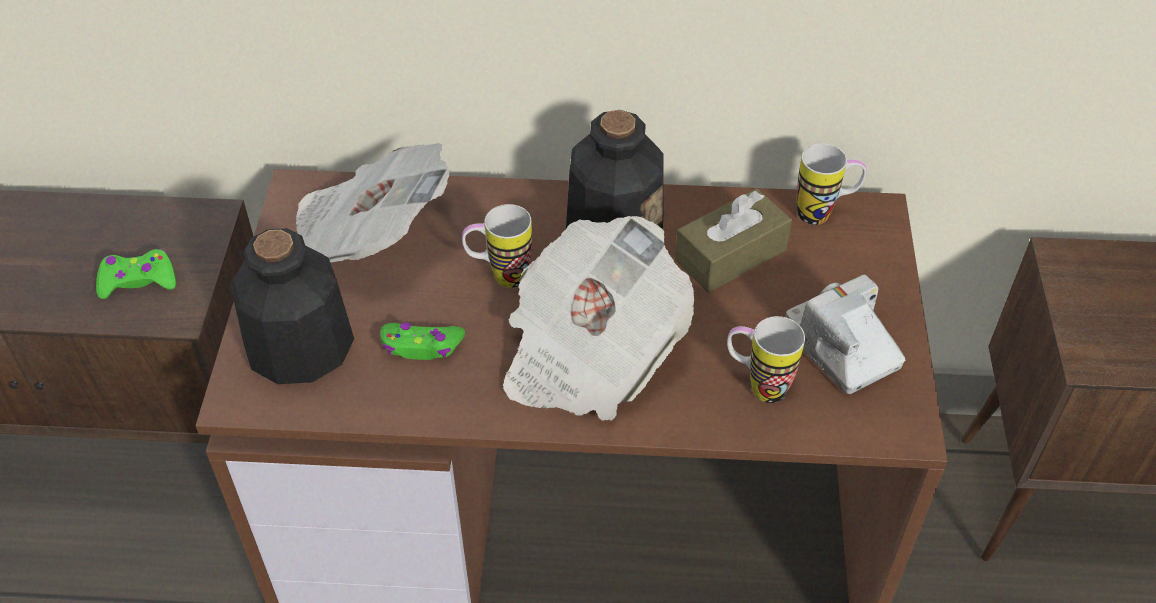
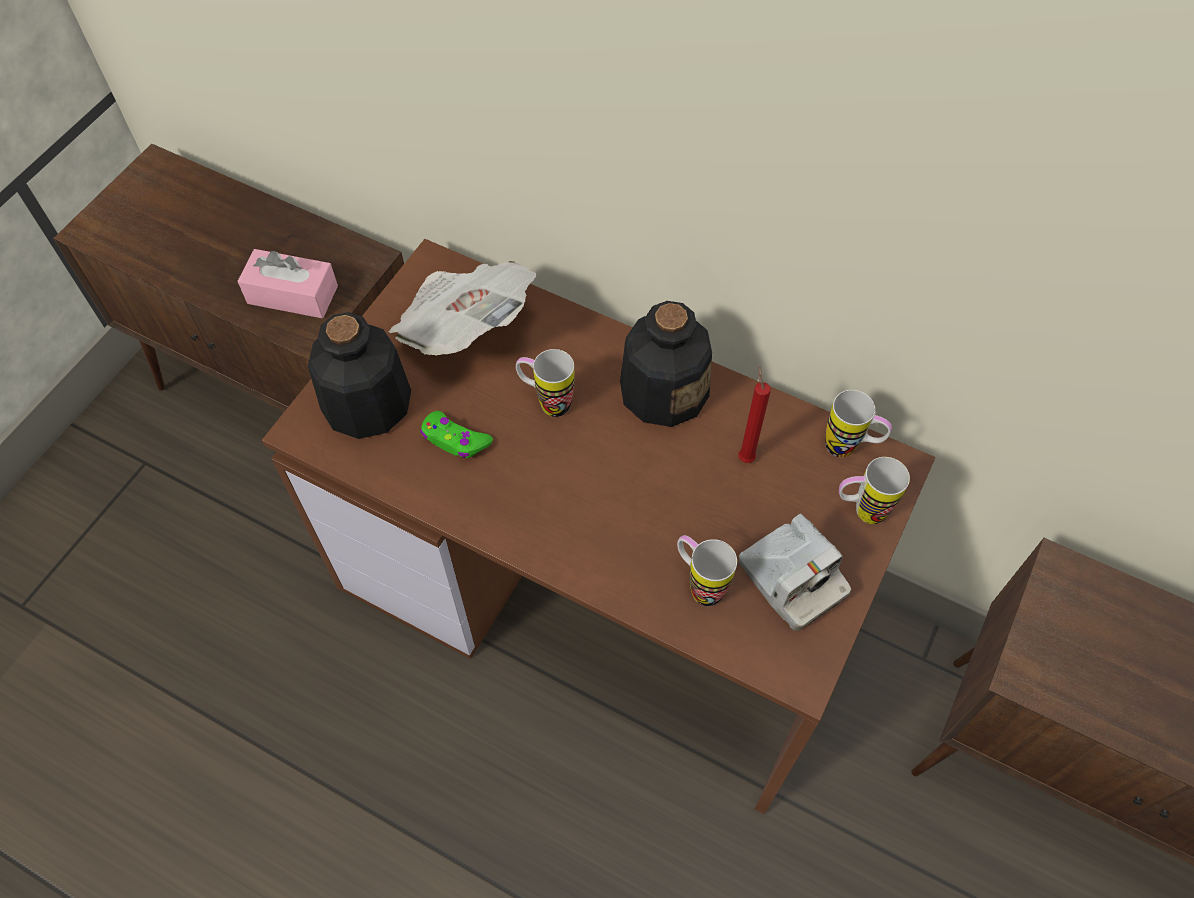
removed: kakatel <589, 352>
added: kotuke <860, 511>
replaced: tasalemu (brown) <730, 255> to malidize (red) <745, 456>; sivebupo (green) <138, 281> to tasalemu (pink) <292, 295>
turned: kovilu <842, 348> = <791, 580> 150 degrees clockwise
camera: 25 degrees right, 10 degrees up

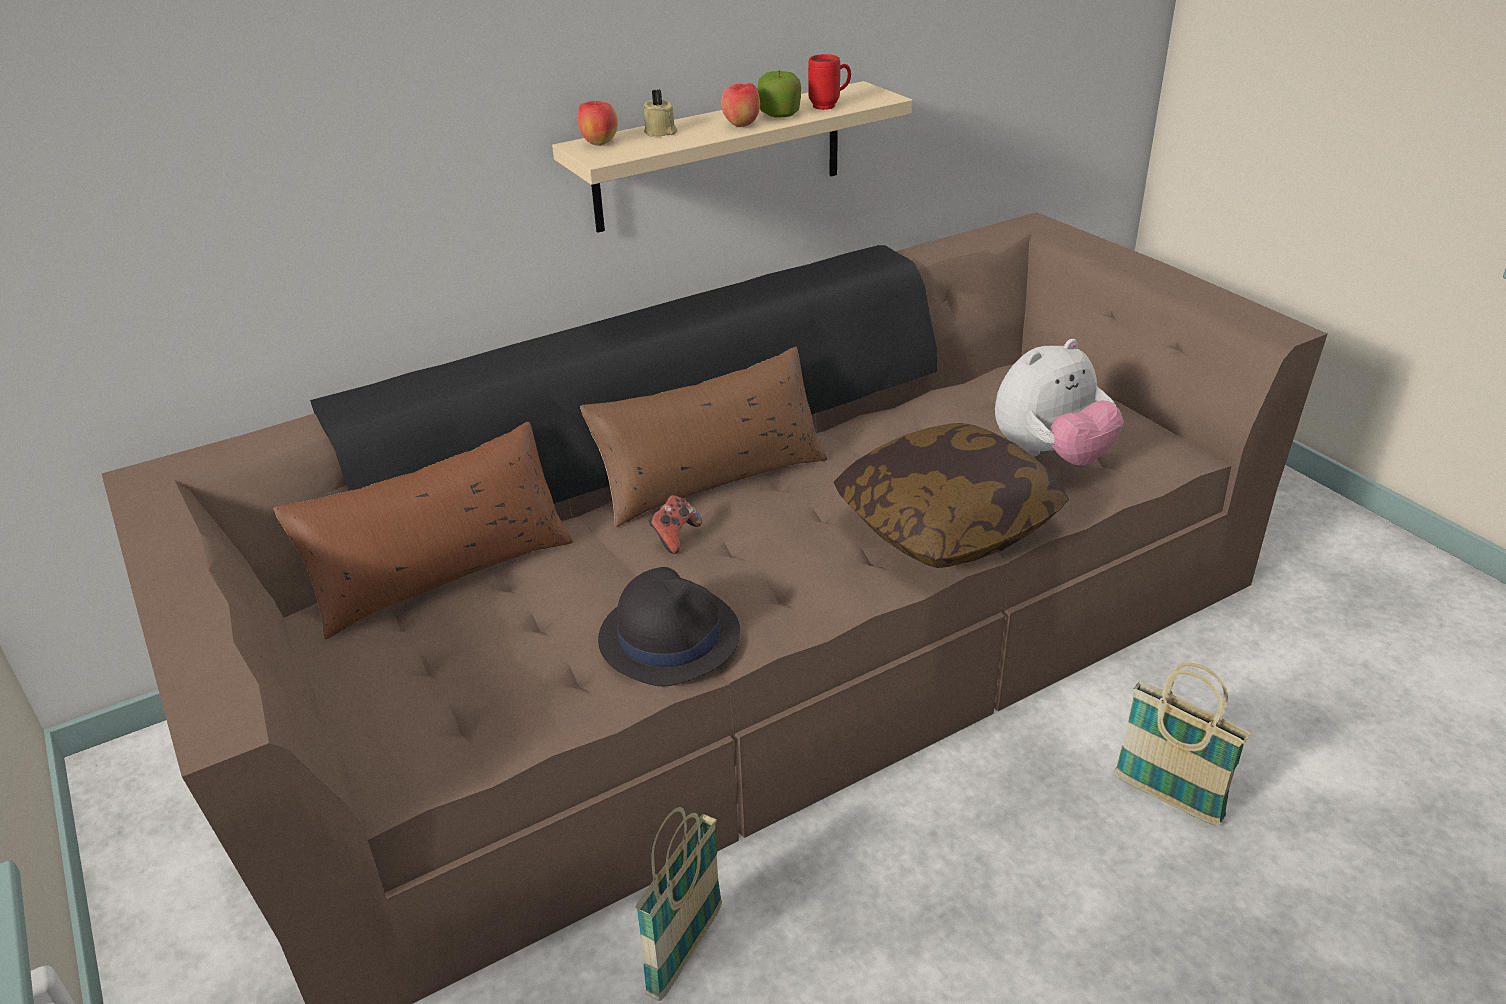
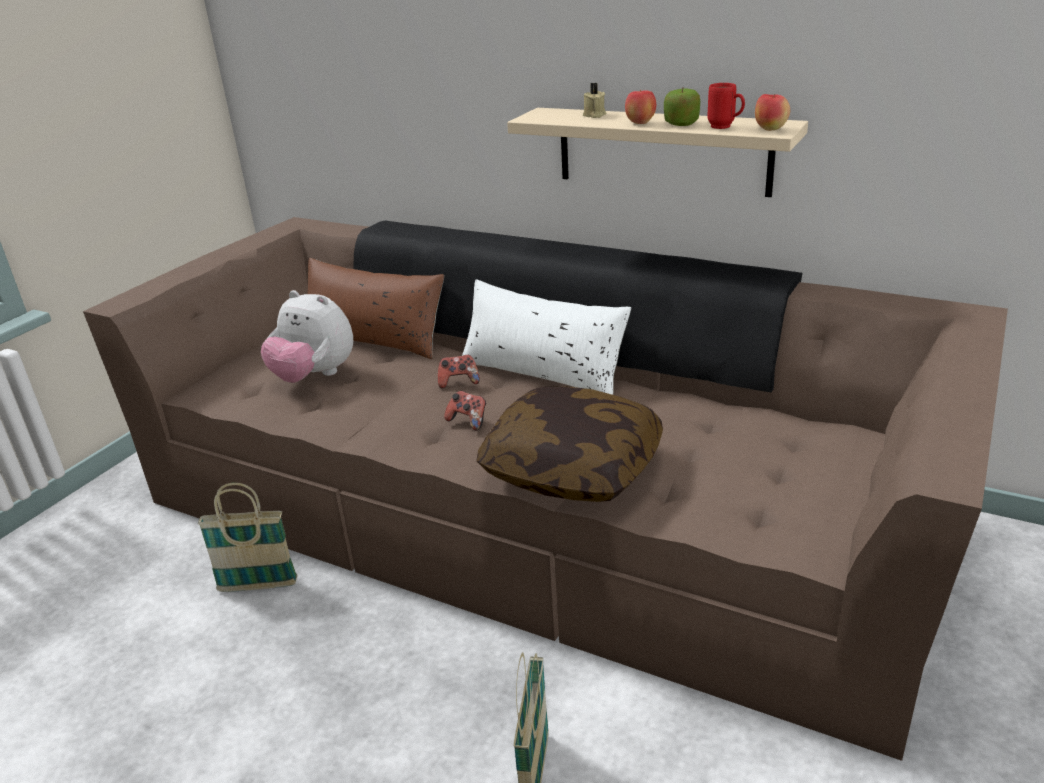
removed: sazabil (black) <669, 636>
added: sivebupo <468, 421>
moved: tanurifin <599, 143> to <770, 129>; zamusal <1051, 456> to <314, 376>
recoloured: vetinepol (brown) <711, 478> to vetinepol (white) <542, 372>
camera: 60 degrees right, 5 degrees down

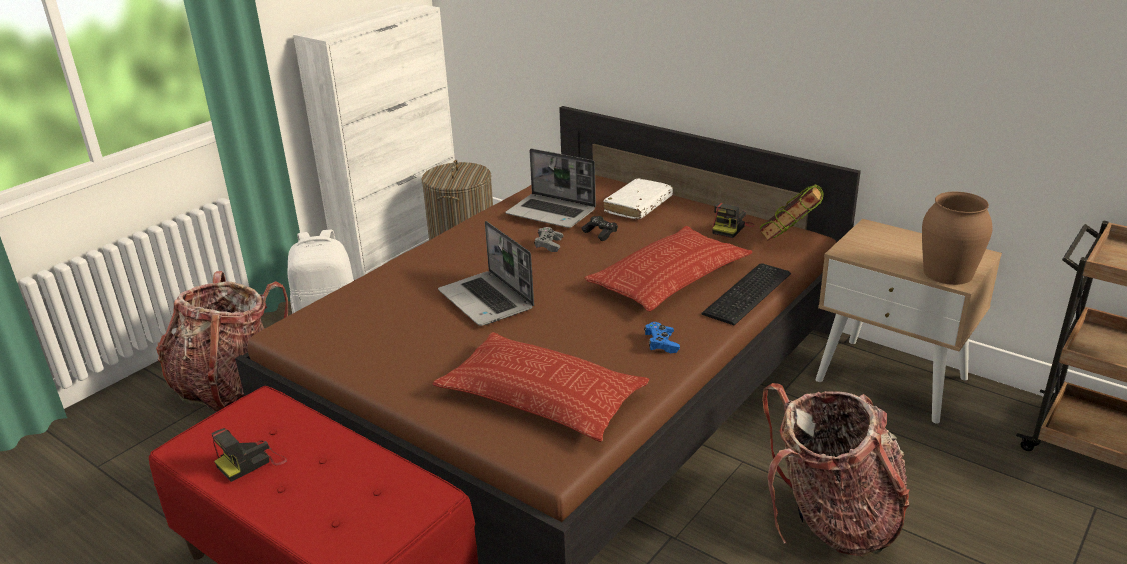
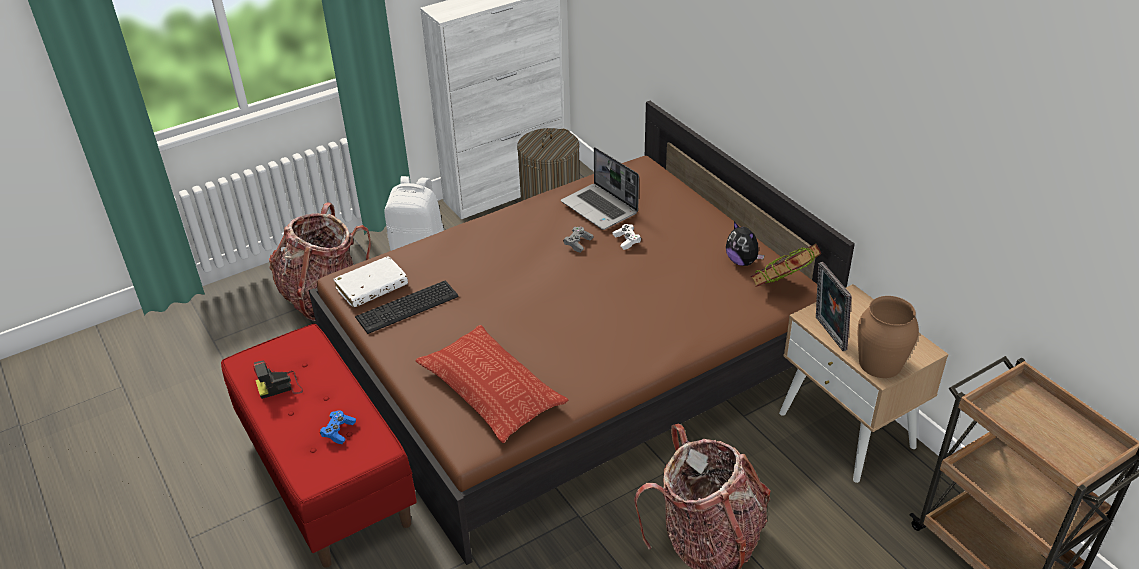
removed: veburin <487, 300>; vetinepol <669, 277>
added: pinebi <827, 334>
moved: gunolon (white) <638, 206> to <372, 288>; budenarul <750, 293> to <409, 307>; sivebupo (blue) <661, 344> to <338, 431>
replaced: kovilu <731, 228> to zamusal <742, 261>
recoloured: sivebupo (black) <600, 233> to sivebupo (white) <626, 241>
camera: 20 degrees right, 10 degrees up

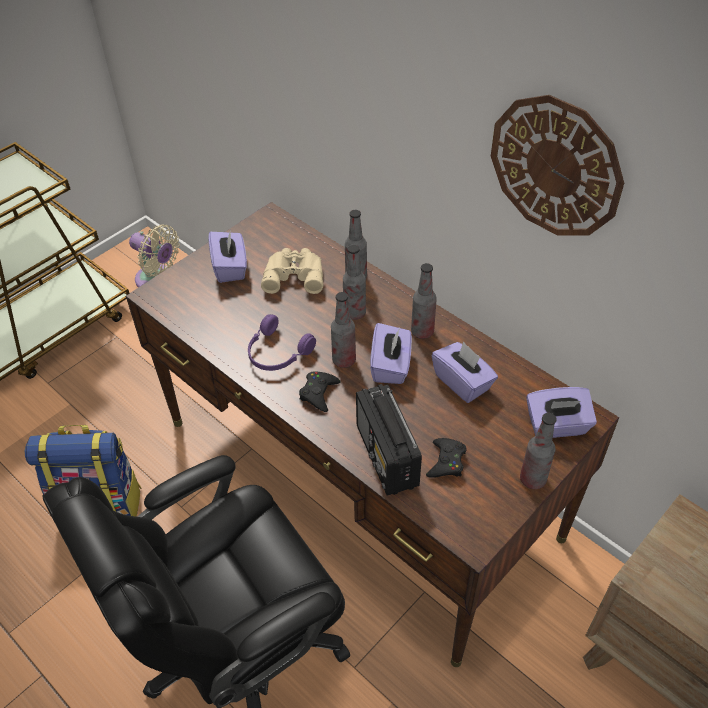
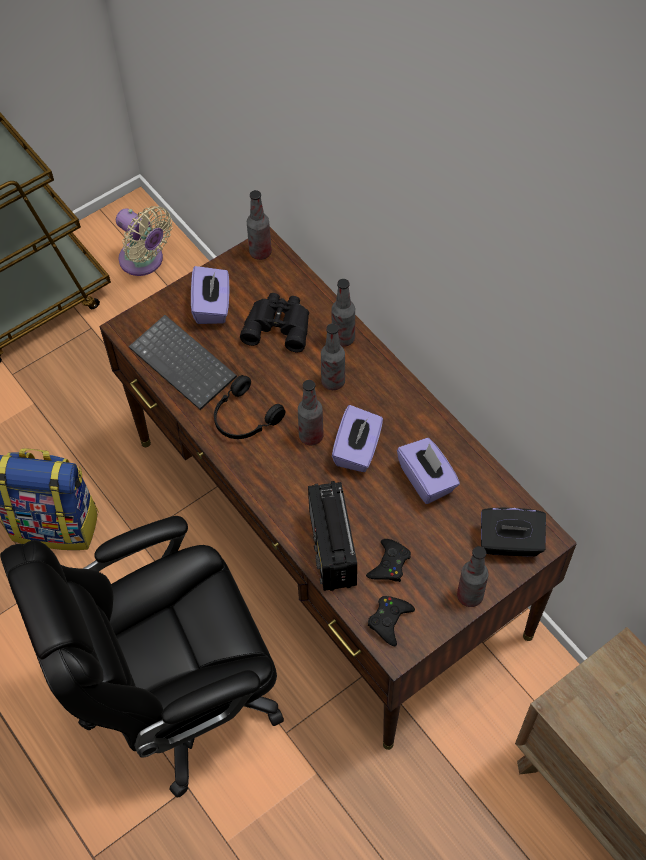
removed: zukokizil <555, 167>
added: budenarul <185, 363>
moved: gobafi <422, 332> to <260, 252>; sivebupo (black) <318, 393> to <389, 620>
recoloured: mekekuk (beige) <294, 274> to mekekuk (black) <278, 324>; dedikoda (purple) <277, 353> to dedikoda (black) <244, 418>; tasalemu (purple) <557, 426> to tasalemu (black) <510, 543>
camera: 10 degrees right, 10 degrees up

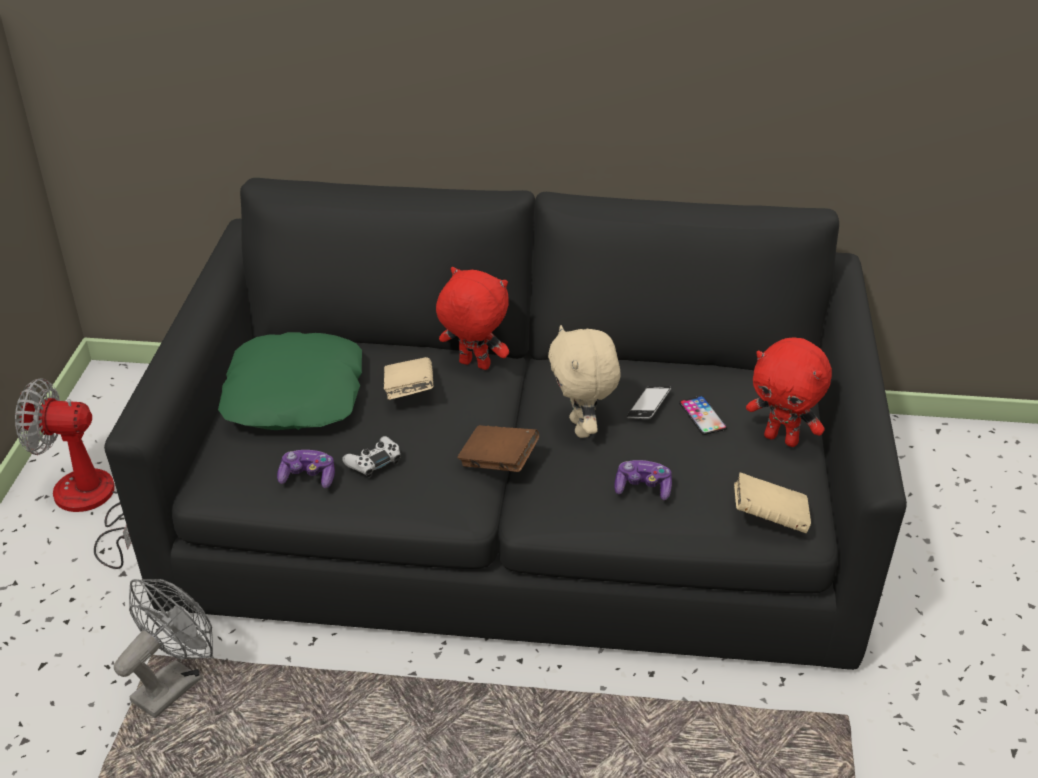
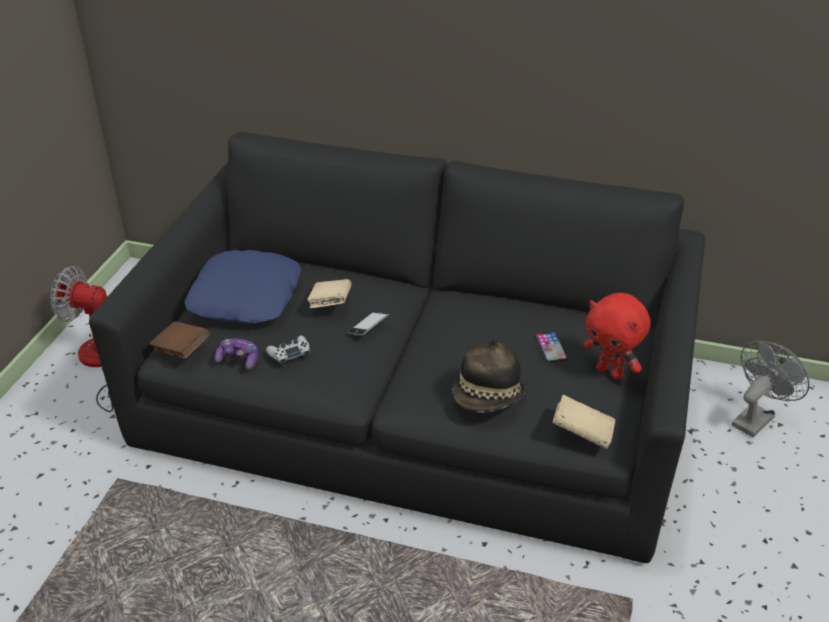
removed: zamusal (red) <473, 365>; zamusal (beige) <582, 428>
moved: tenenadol <648, 406> to <368, 326>; gunolon (brown) <498, 462> to <182, 350>; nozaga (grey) <174, 683> to <756, 417>
replaced: sivebupo <643, 488> to sazabil <488, 398>
recoloured: vetinepol (green) <296, 395> to vetinepol (blue) <246, 297>
camera: 10 degrees right, 0 degrees up

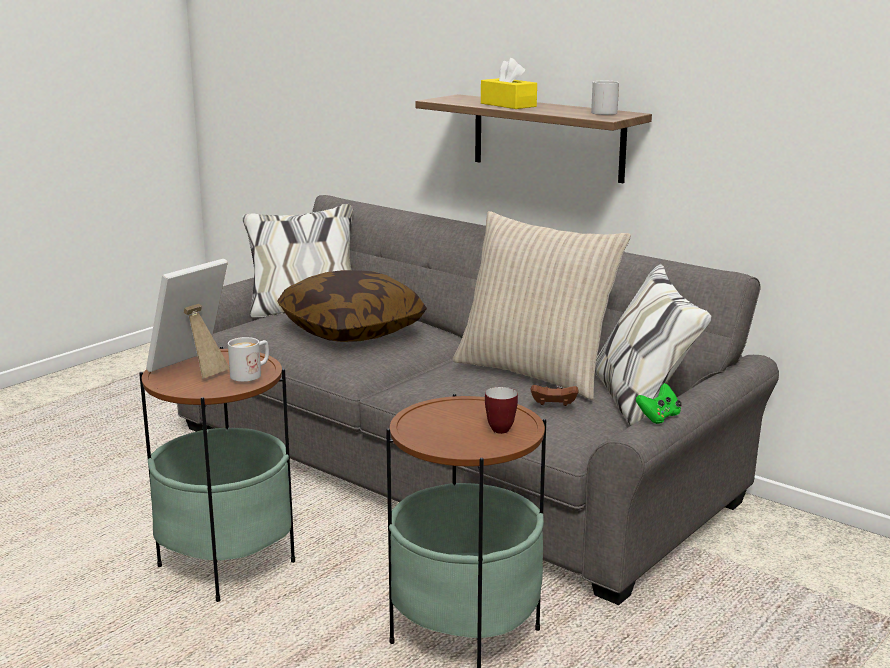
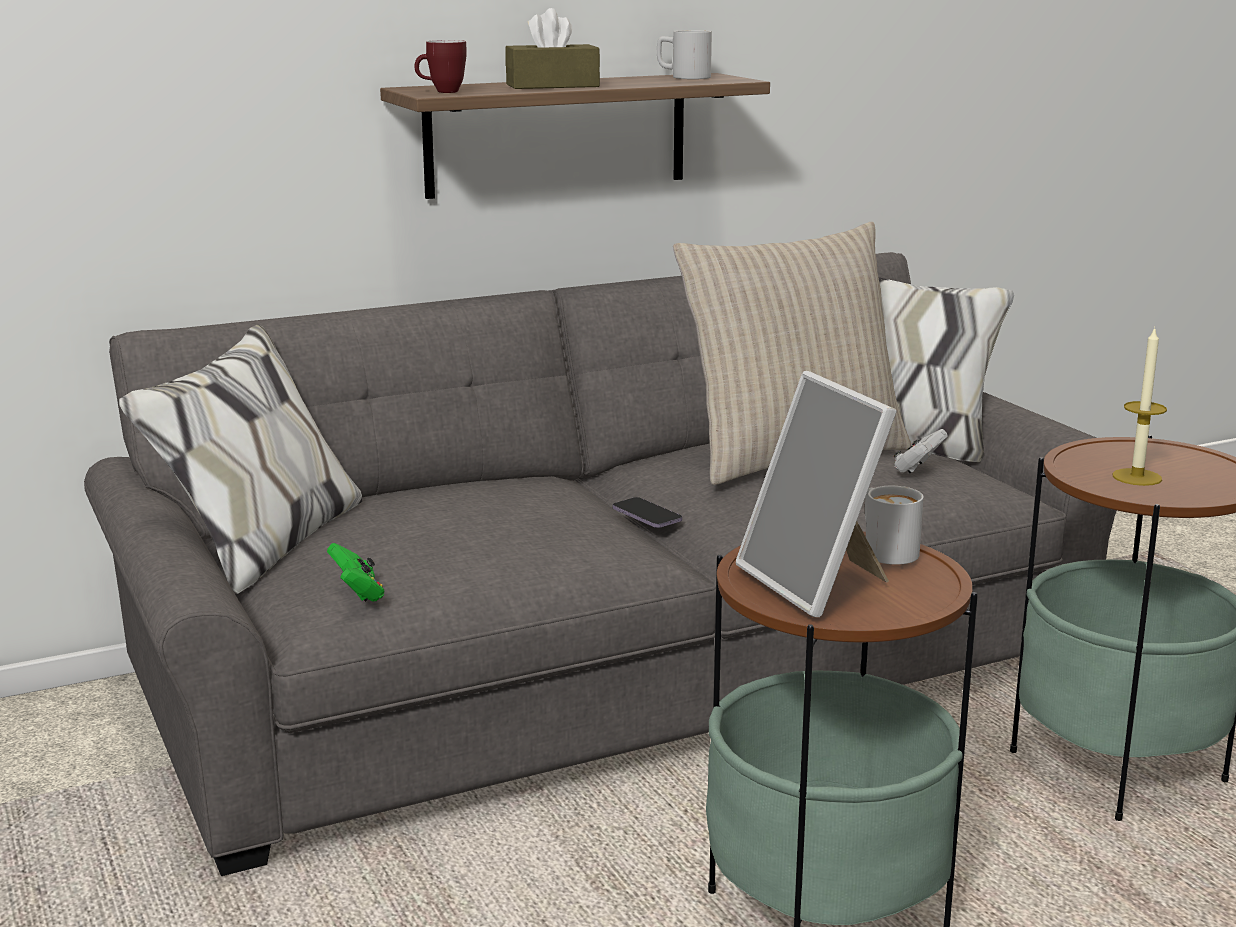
removed: vetinepol <352, 329>
added: malidize <1137, 477>; tenenadol <646, 515>
moved: sivebupo (green) <659, 417> to <358, 594>; kotuke <497, 428> to <441, 92>
recoloured: tasalemu (yellow) <508, 105> to tasalemu (brown) <552, 85>; sivebupo (brown) <553, 406> to sivebupo (white) <918, 469>
camera: 65 degrees left, 0 degrees up

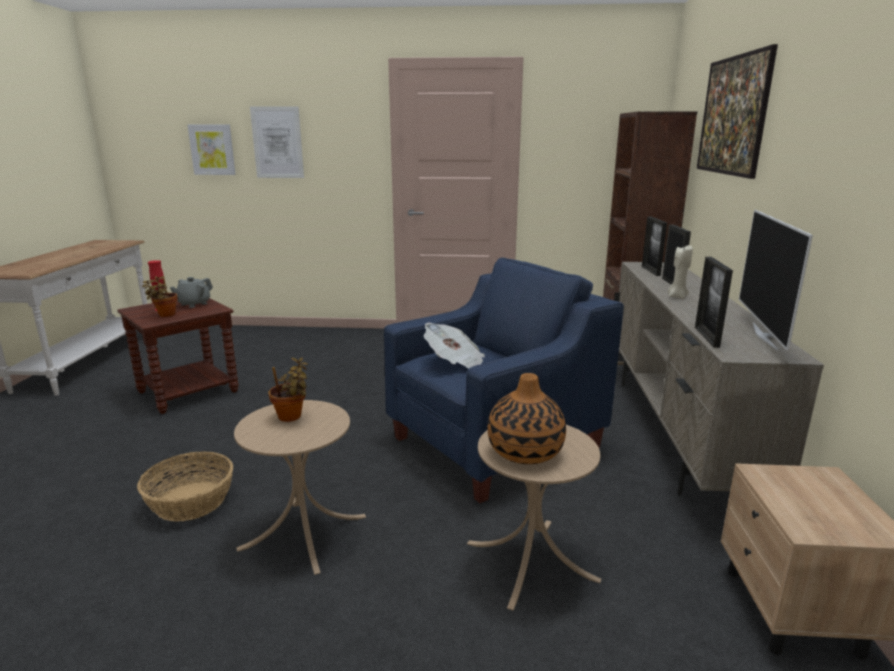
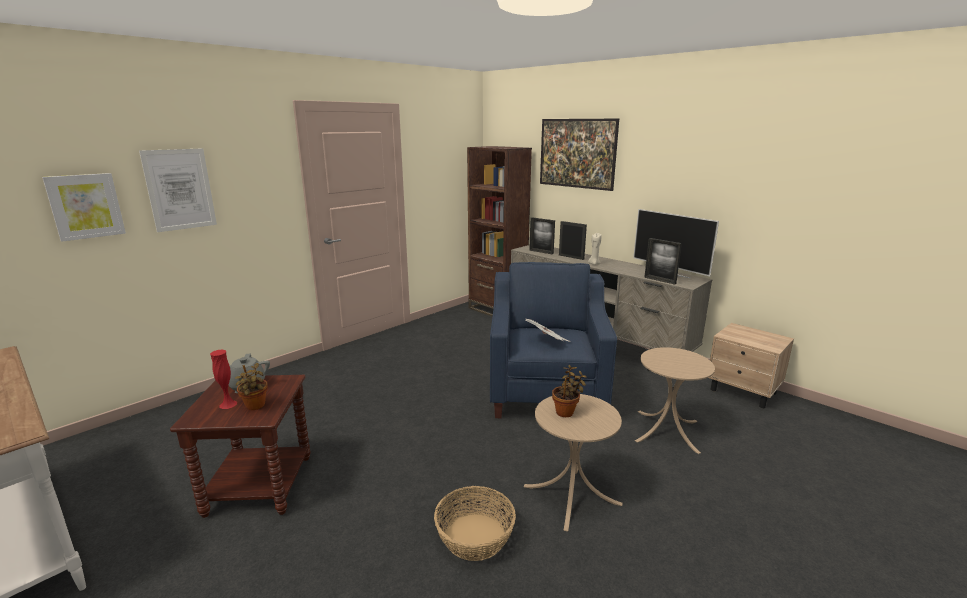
removed: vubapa <524, 451>
camera: 50 degrees left, 0 degrees up

